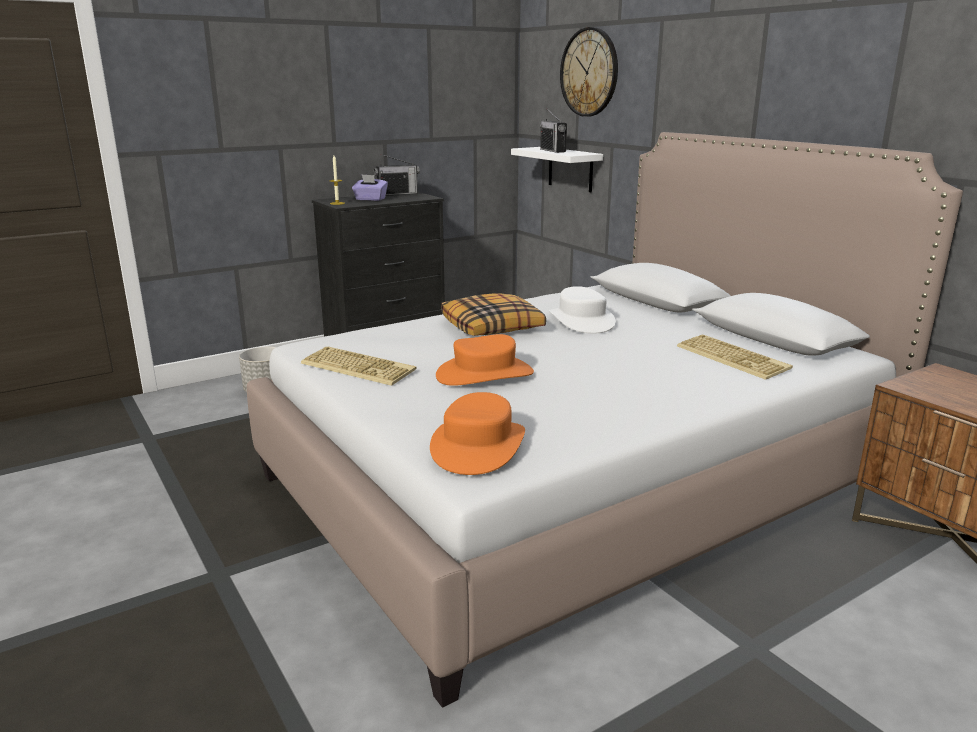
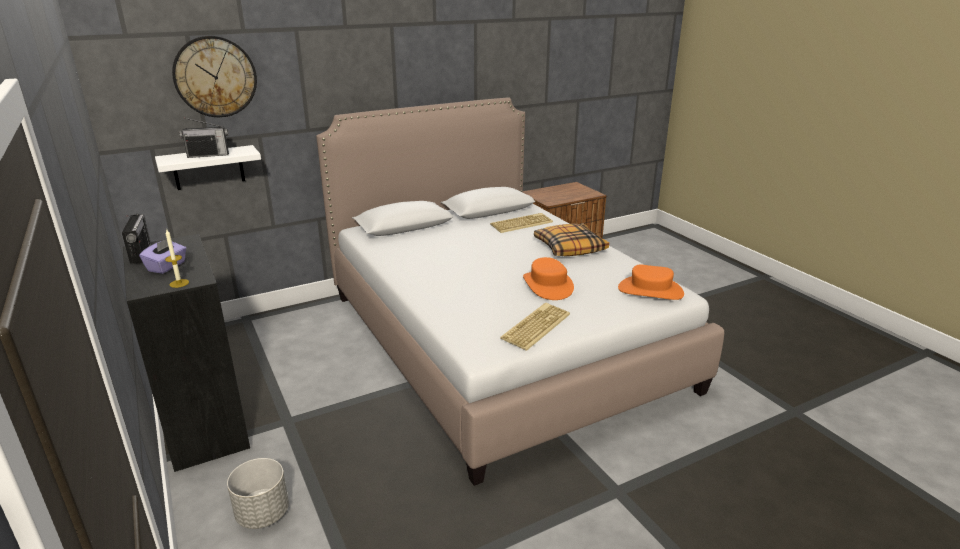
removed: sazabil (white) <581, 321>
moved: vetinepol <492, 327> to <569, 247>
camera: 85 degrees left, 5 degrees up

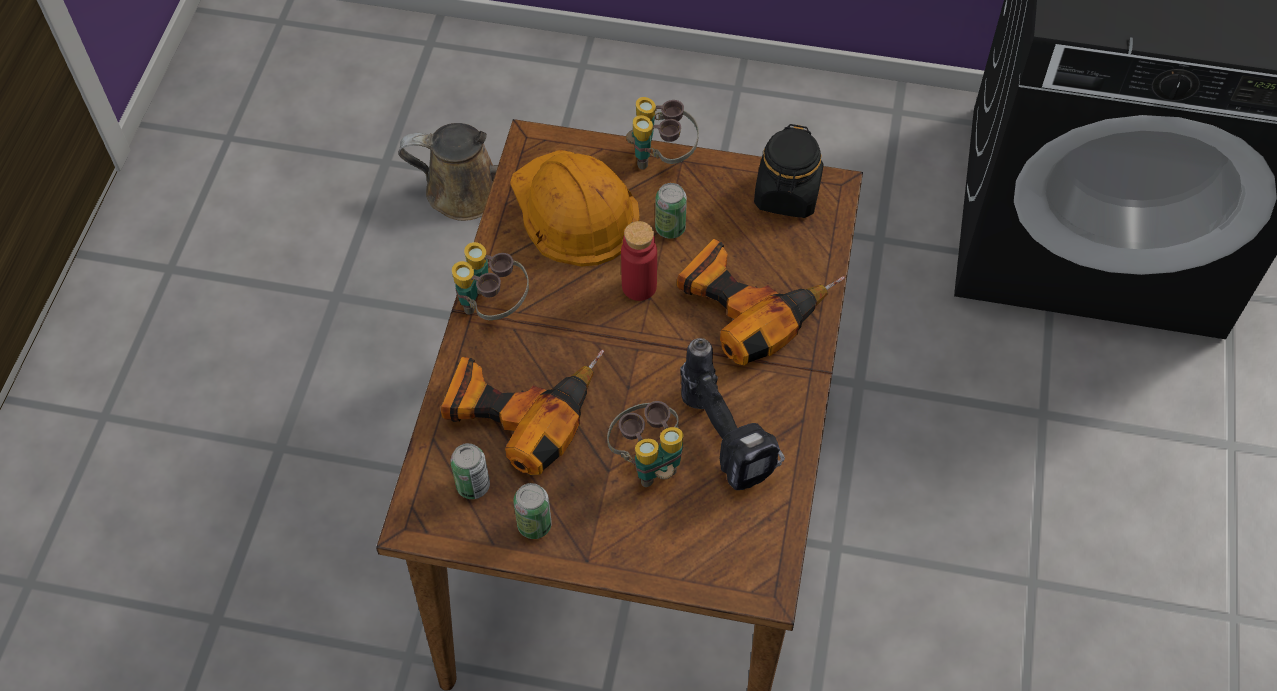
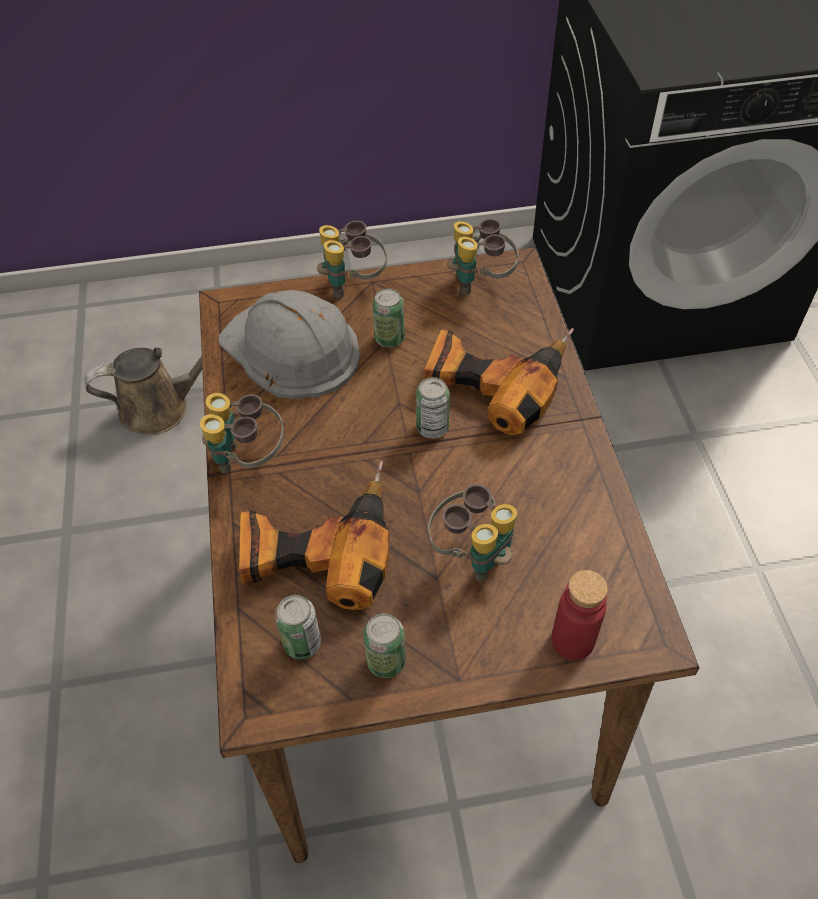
removed: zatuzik <729, 438>
added: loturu <432, 428>
moved: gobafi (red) <639, 286> to <572, 640>
replaced: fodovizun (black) <787, 195> to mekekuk <480, 282>
recoloured: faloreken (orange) <573, 210> to faloreken (grey) <291, 349>
camera: 20 degrees left, 5 degrees down

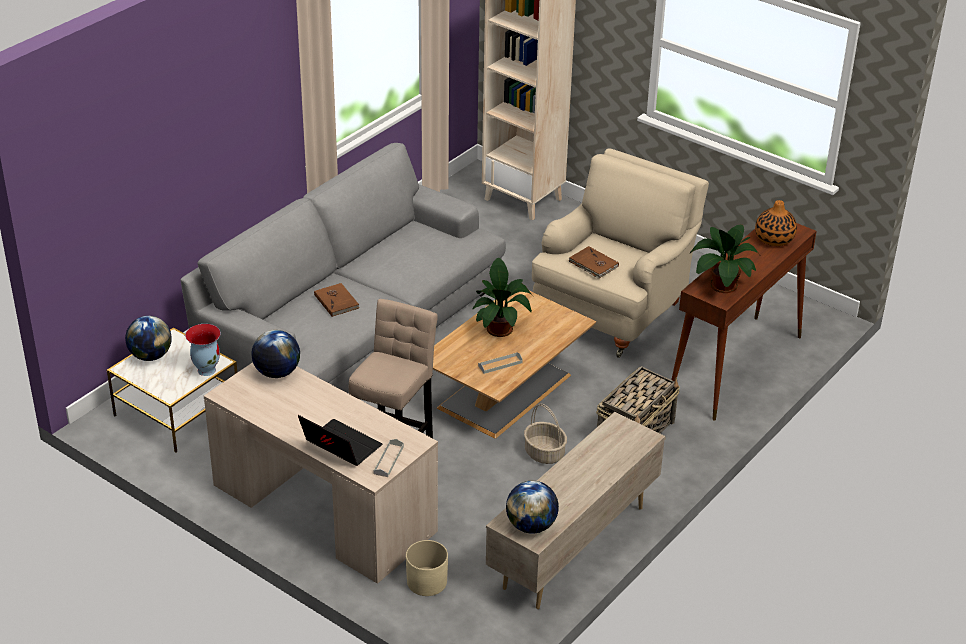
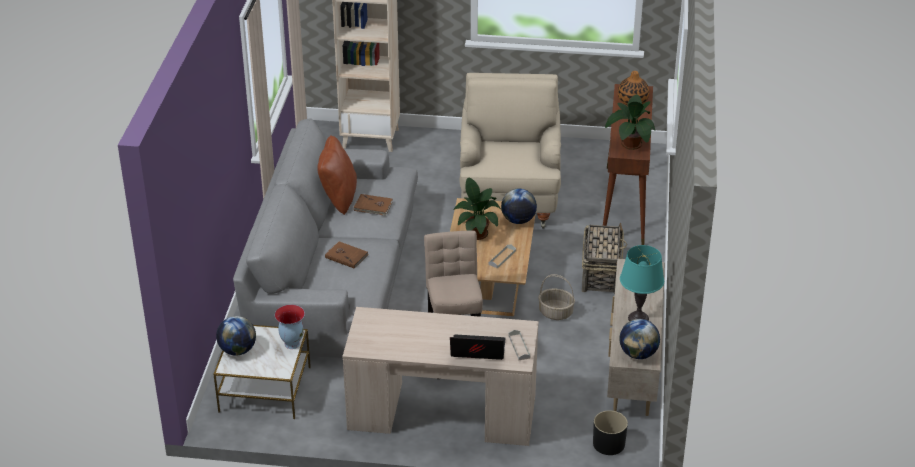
removed: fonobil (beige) <427, 581>
added: vetinepol (brown) <338, 198>; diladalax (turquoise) <638, 318>; fonobil (black) <608, 443>
moved: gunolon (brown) <593, 264> to <373, 207>; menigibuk <277, 373> to <518, 220>
camera: 30 degrees left, 0 degrees up

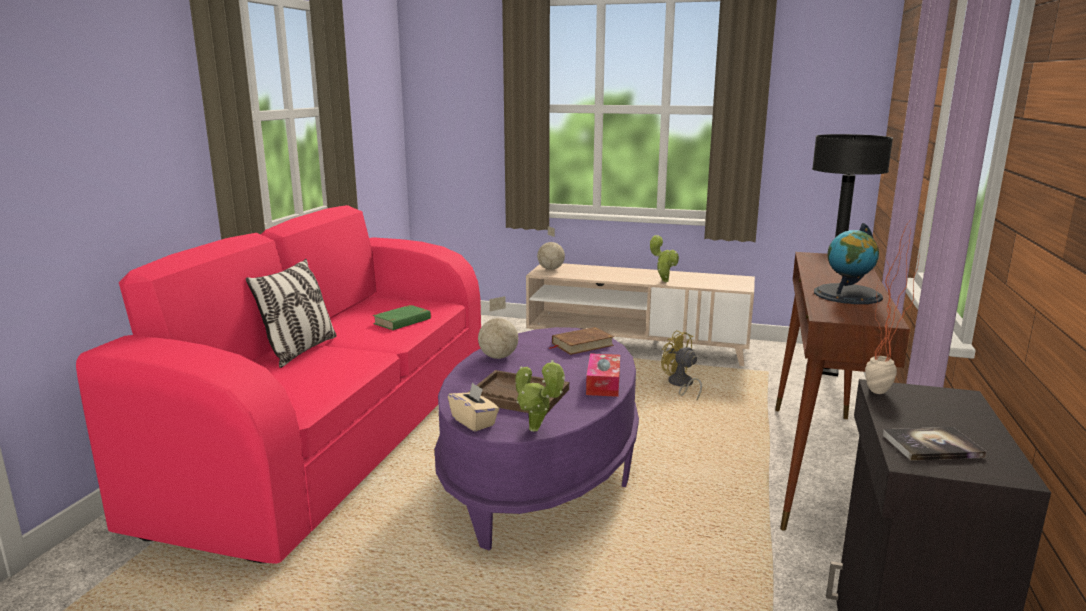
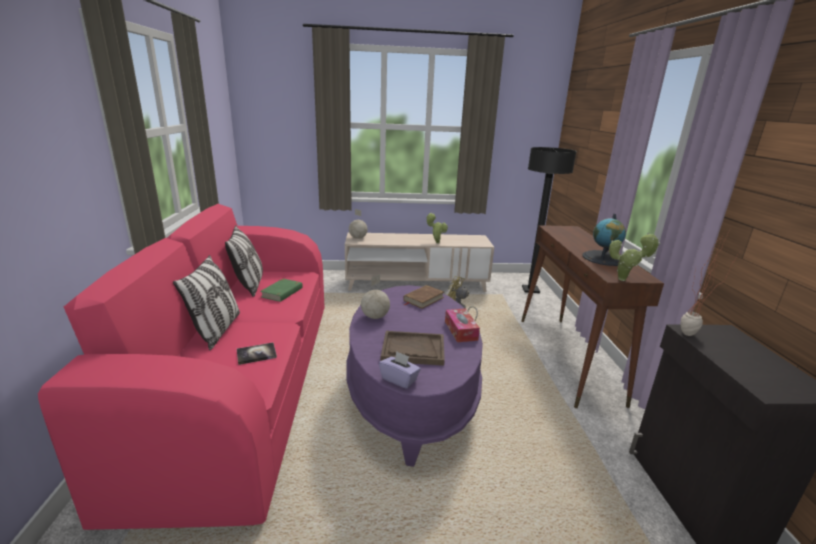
added: vetinepol <249, 285>
moved: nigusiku <537, 430> to <624, 280>; gunolon <932, 446> to <256, 354>
recoloured: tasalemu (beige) <474, 422> to tasalemu (purple) <399, 379>
camera: 20 degrees left, 5 degrees up

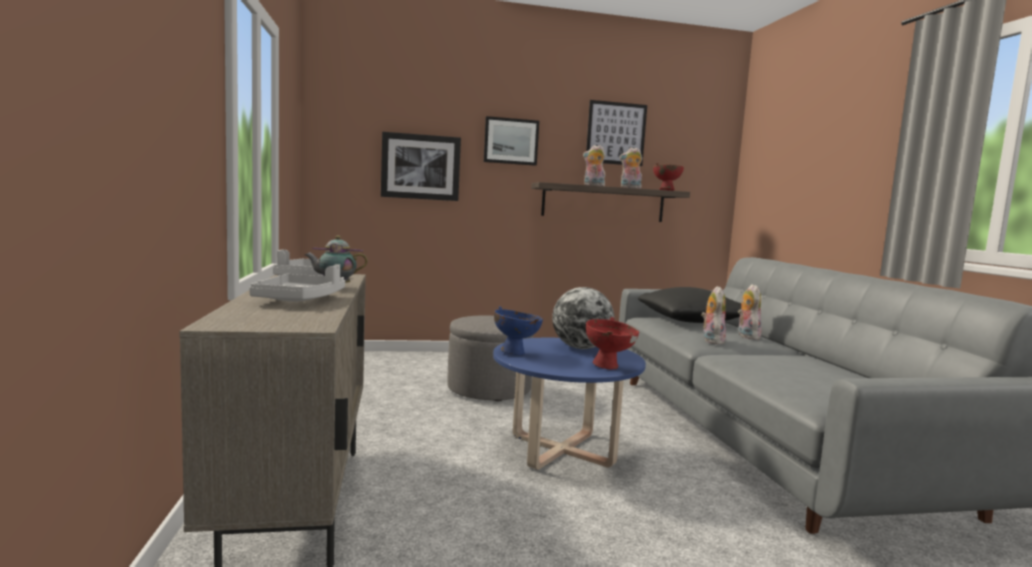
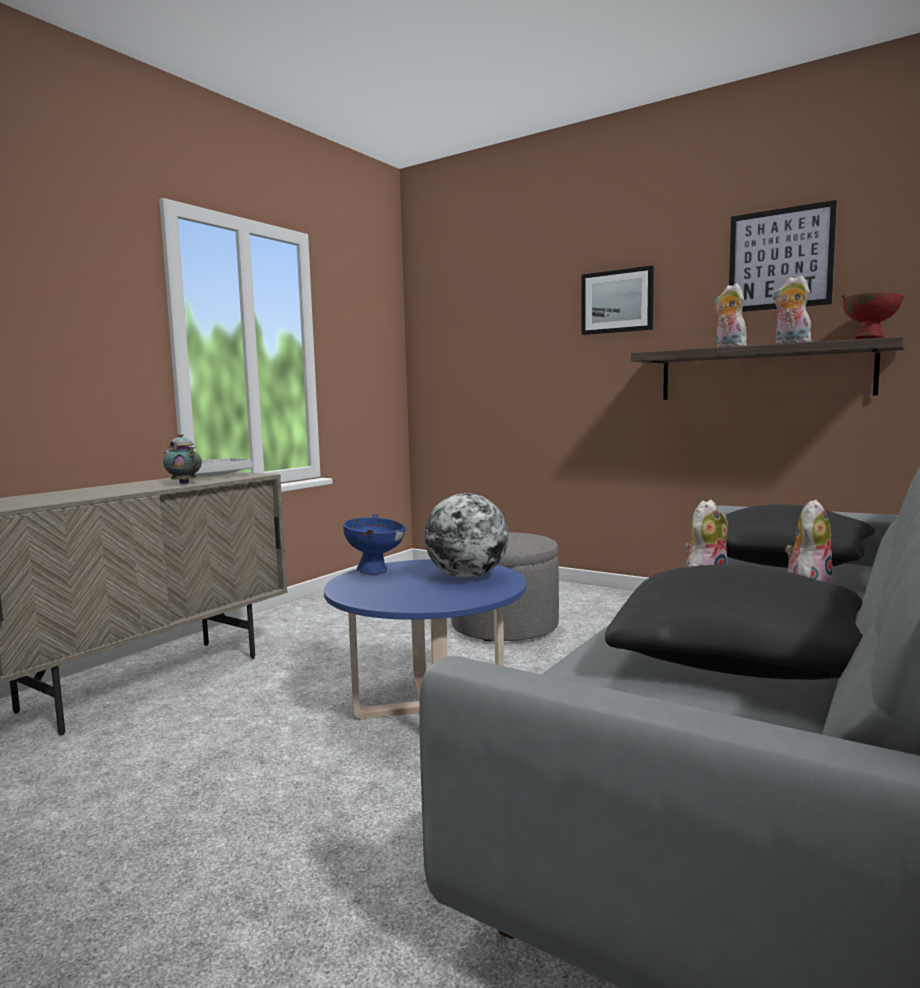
removed: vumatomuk <420, 167>; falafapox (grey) <300, 299>; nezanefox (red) <608, 366>
added: vetinepol (black) <739, 659>
camera: 45 degrees right, 0 degrees up

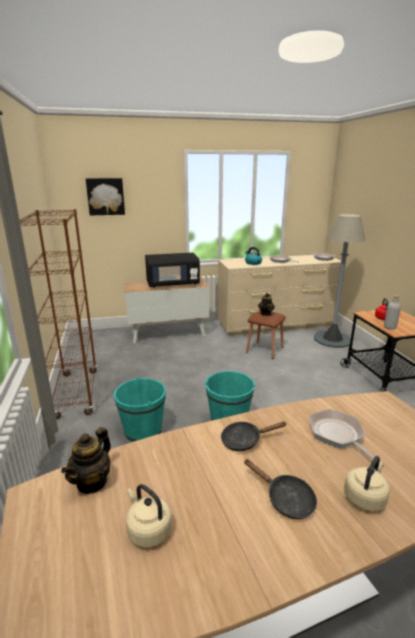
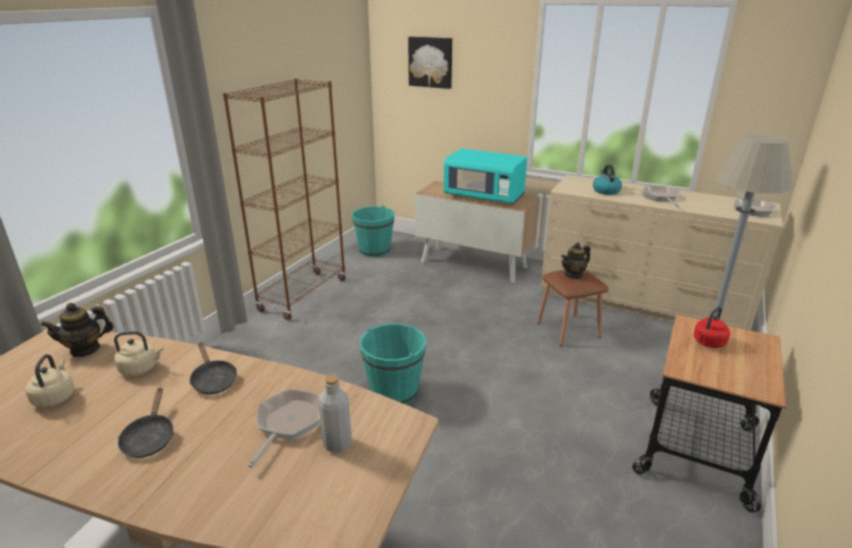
moved: gobafi (grey) <389, 327> to <337, 443>; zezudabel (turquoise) <143, 431> to <374, 251>; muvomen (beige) <365, 497> to <141, 368>
recoloured: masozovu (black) <172, 284> to masozovu (turquoise) <484, 197>
turned: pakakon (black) <245, 440> = <213, 380> 150 degrees counterclockwise
camera: 40 degrees right, 5 degrees up

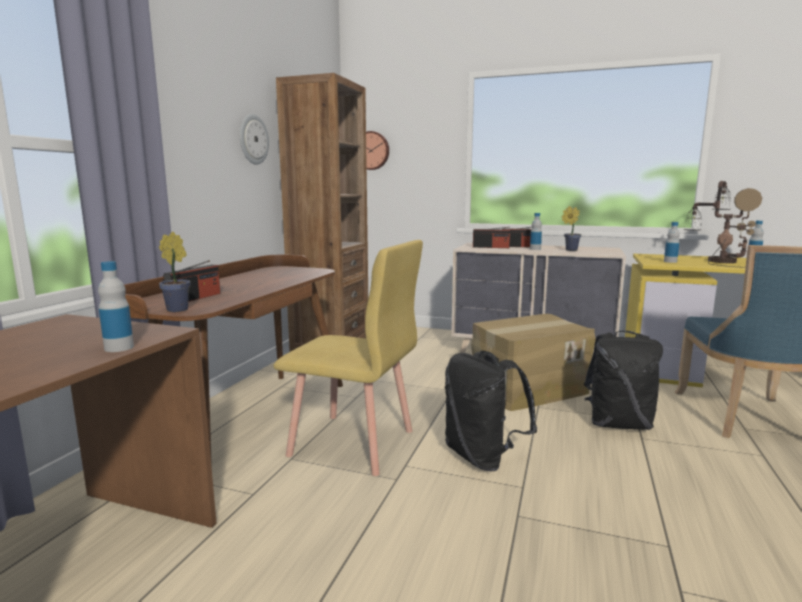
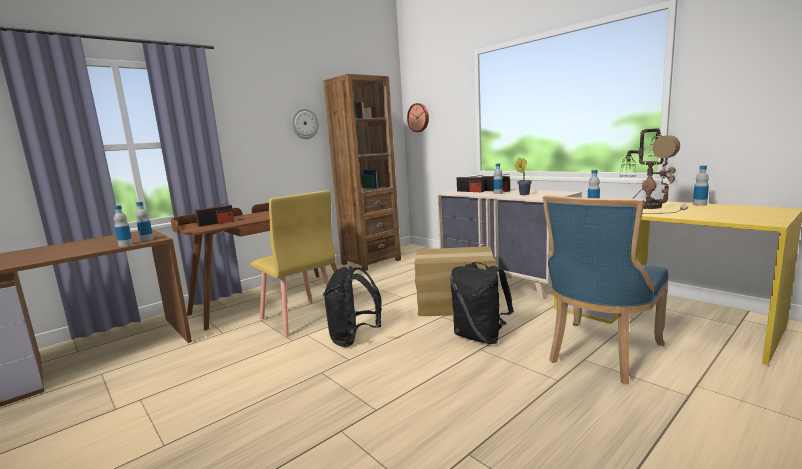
removed: nigusiku <180, 309>
added: gobafi <147, 239>
camera: 30 degrees right, 0 degrees up

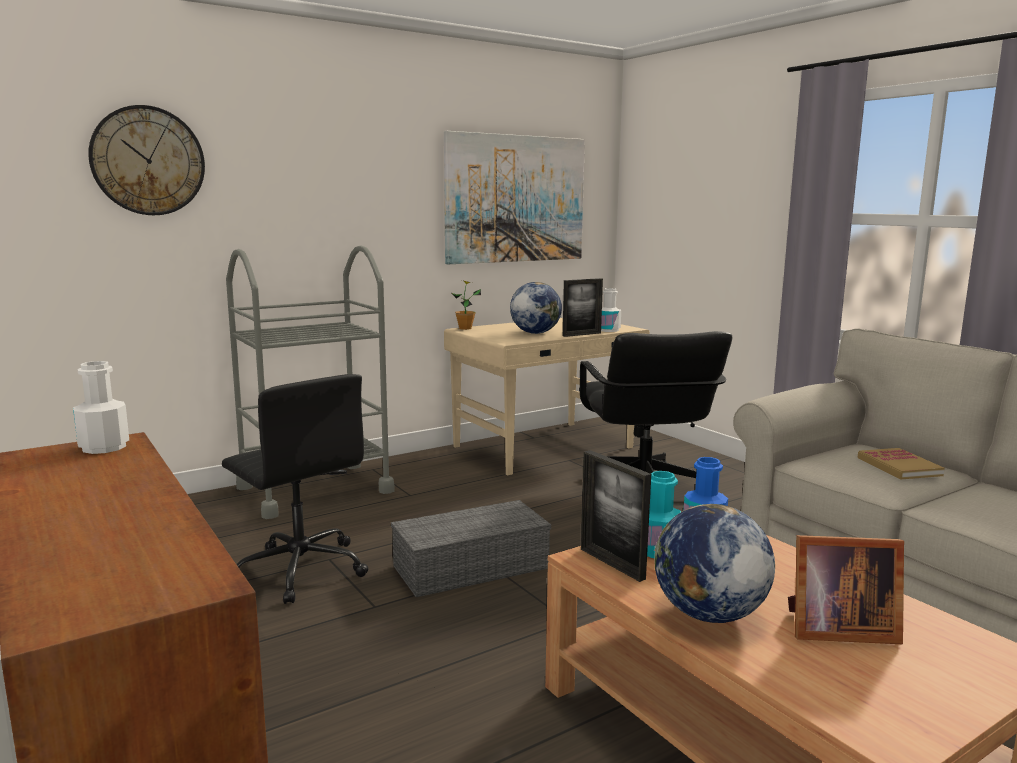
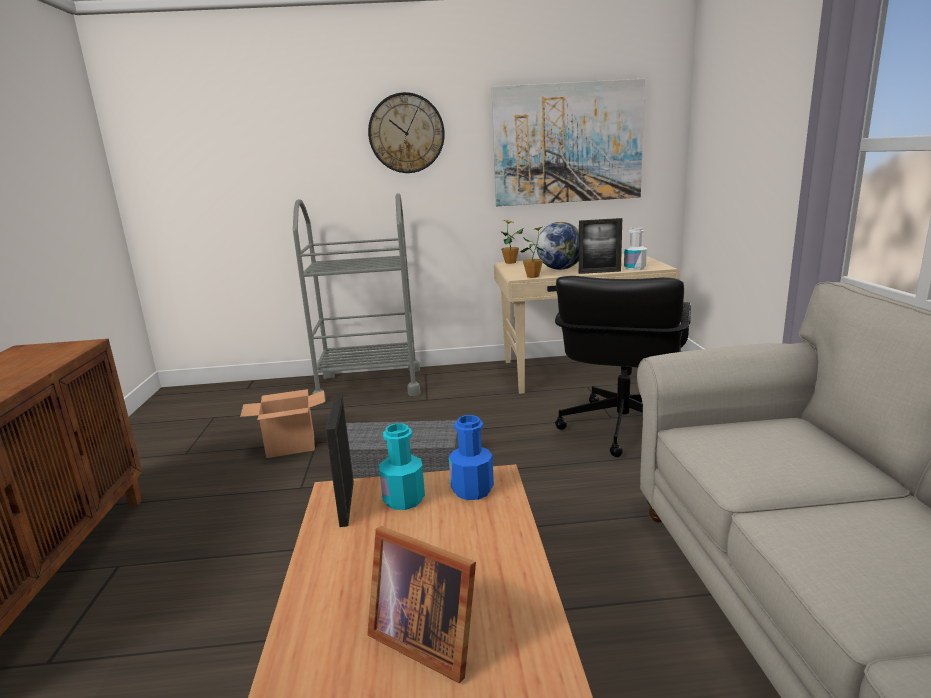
removed: gobafi (white) <104, 447>; gunolon <899, 467>; menigibuk <708, 614>
added: nigusiku <533, 276>
moved: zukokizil <148, 161> to <406, 133>
replaced: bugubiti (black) <299, 569> to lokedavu <290, 447>
camera: 30 degrees right, 5 degrees up

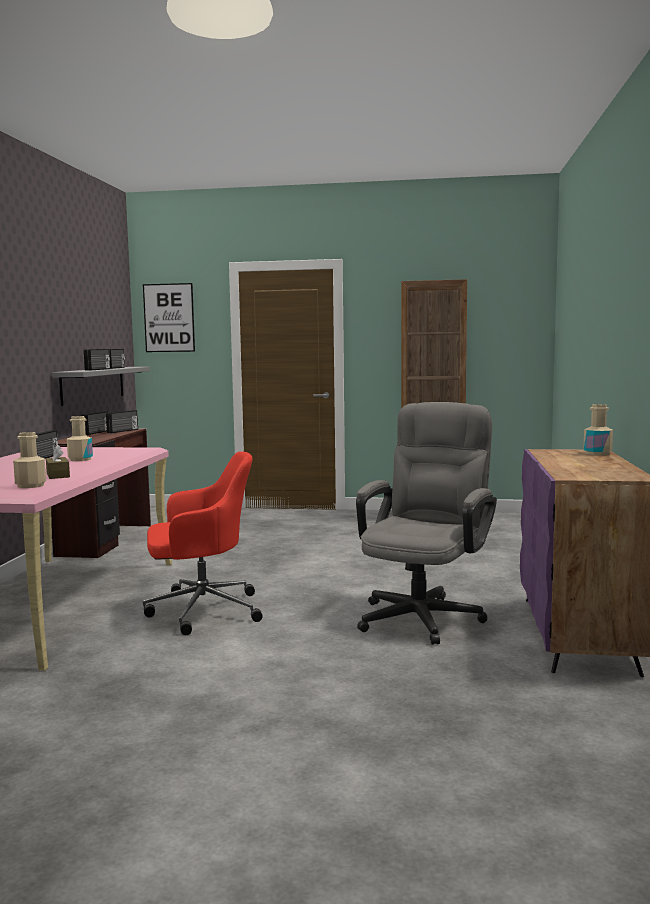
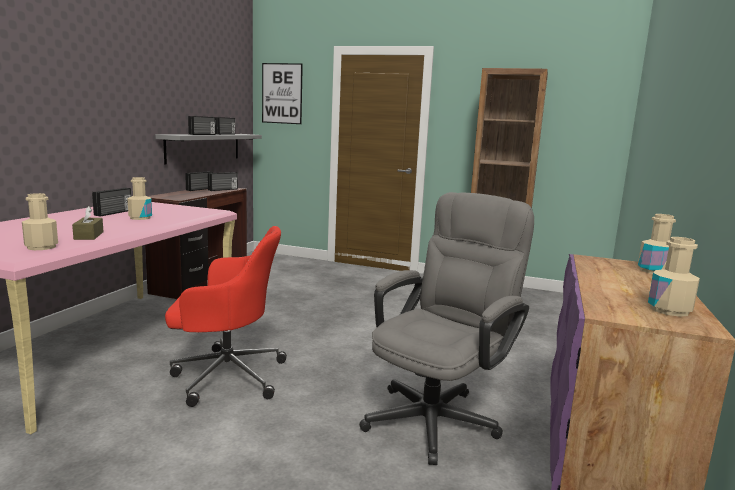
added: gobafi (beige) <669, 310>
camera: 10 degrees right, 5 degrees up

